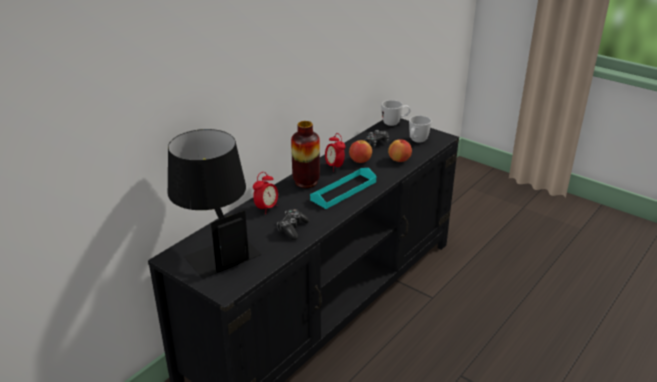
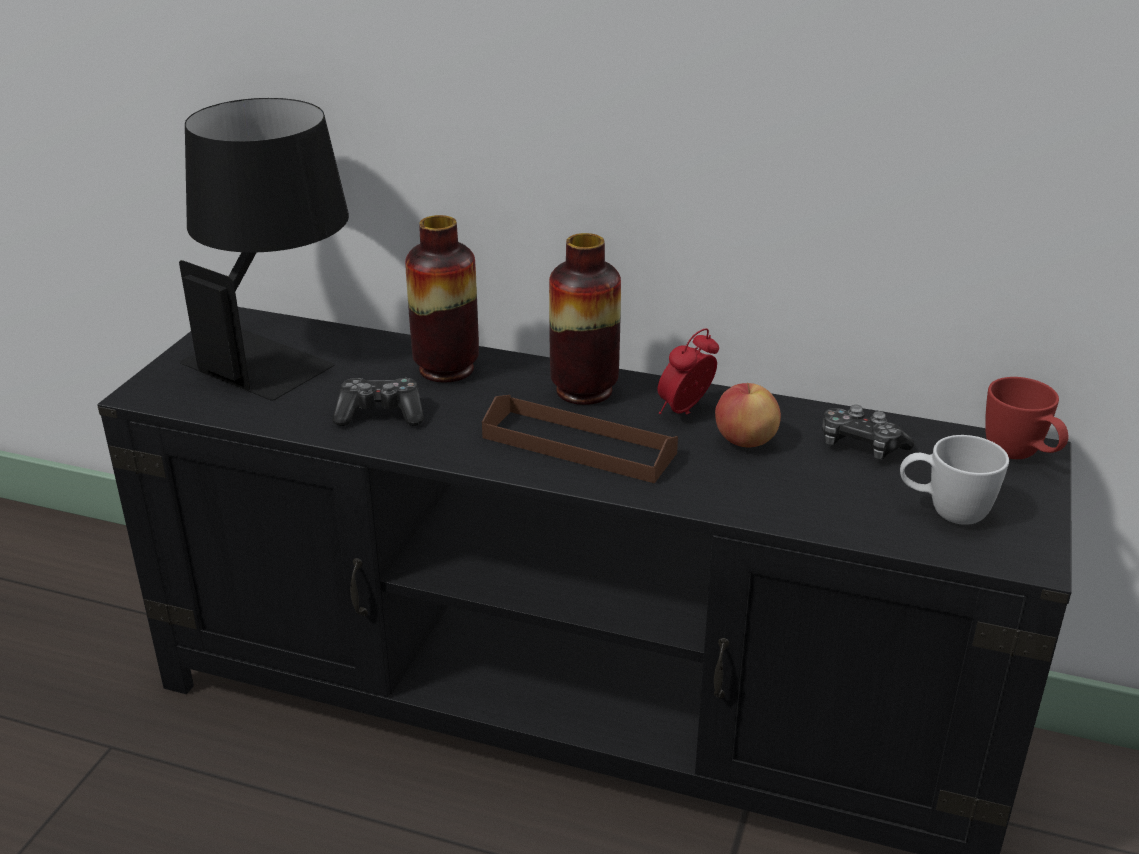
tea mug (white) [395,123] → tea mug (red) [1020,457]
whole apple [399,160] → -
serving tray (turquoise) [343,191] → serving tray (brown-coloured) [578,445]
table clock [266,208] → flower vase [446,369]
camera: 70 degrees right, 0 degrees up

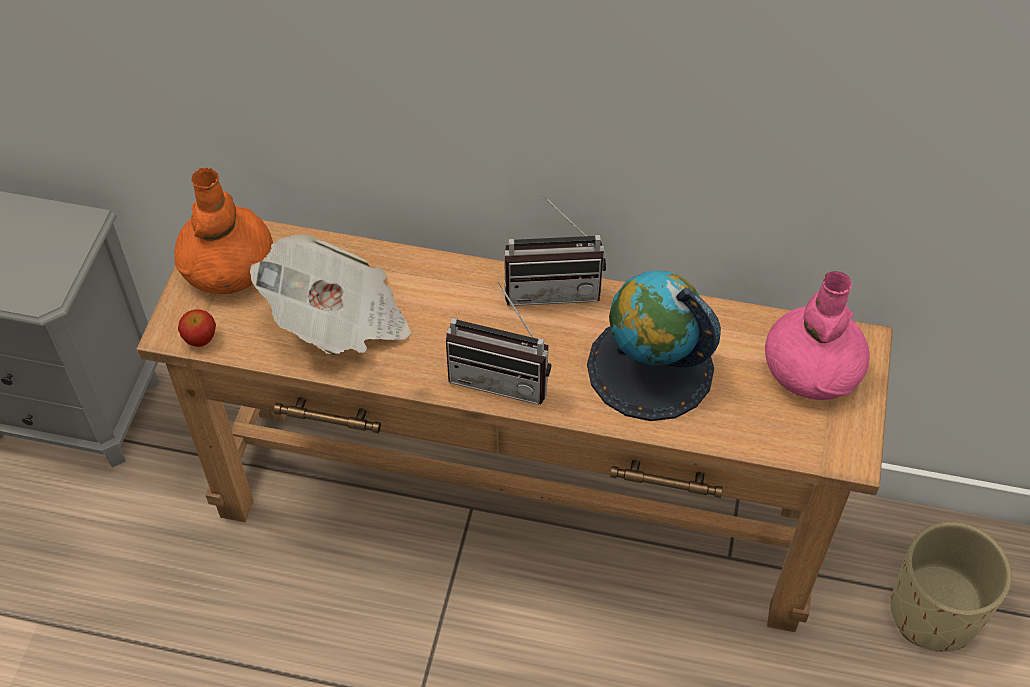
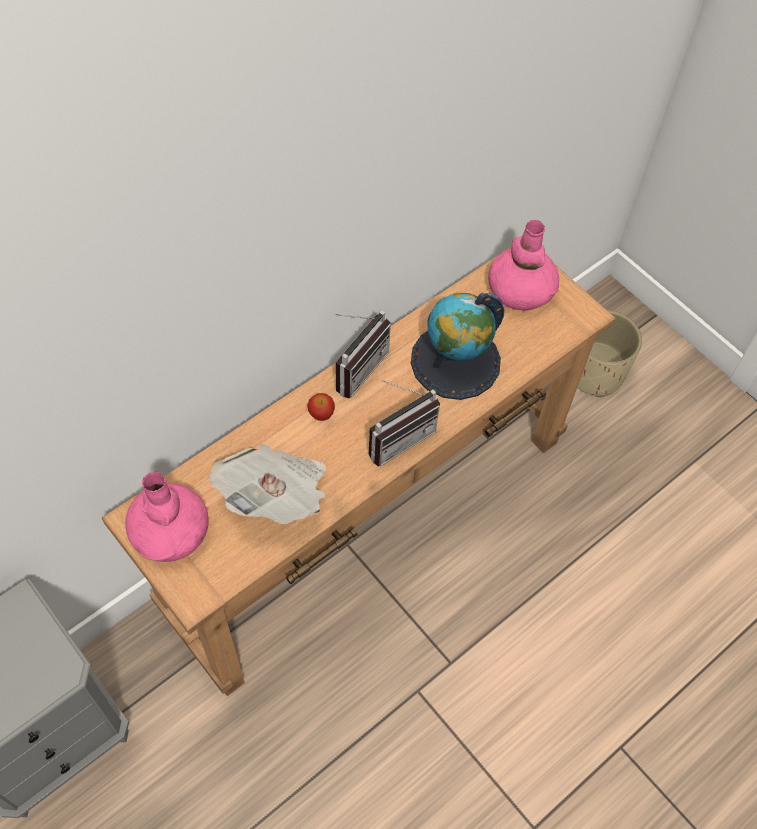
flower vase (orange) [228,267] → flower vase (pinkish) [170,531]
whole apple [200,339] → whole apple [321,414], moved
camera: 55 degrees left, 5 degrees up

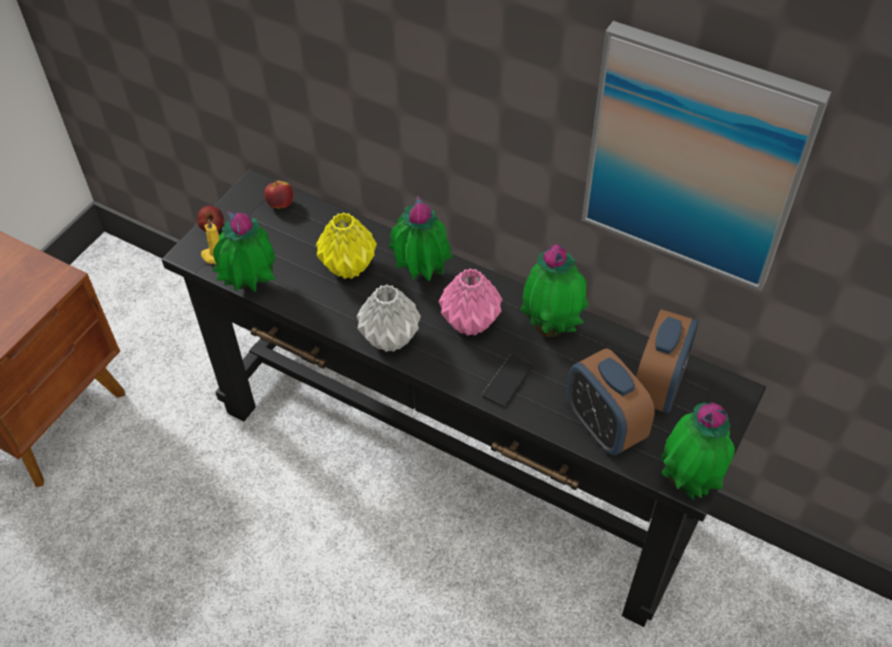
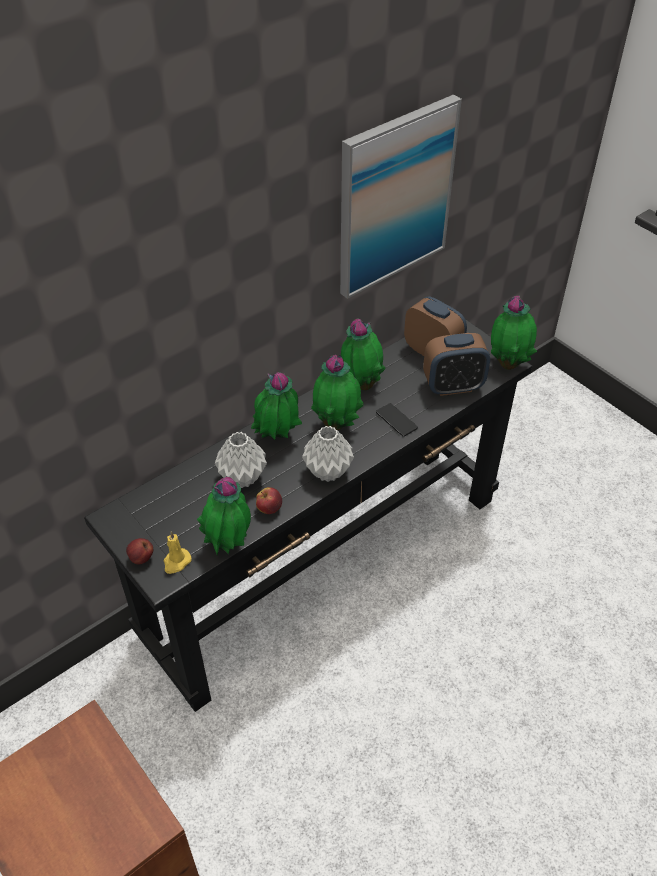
whole apple [280,204] → whole apple [269,509], moved
flower vase (yellow) [348,268] → flower vase (gray) [243,478]
flower vase (pinkish) [470,324] → potted plant [337,424]
camera: 70 degrees left, 5 degrees down

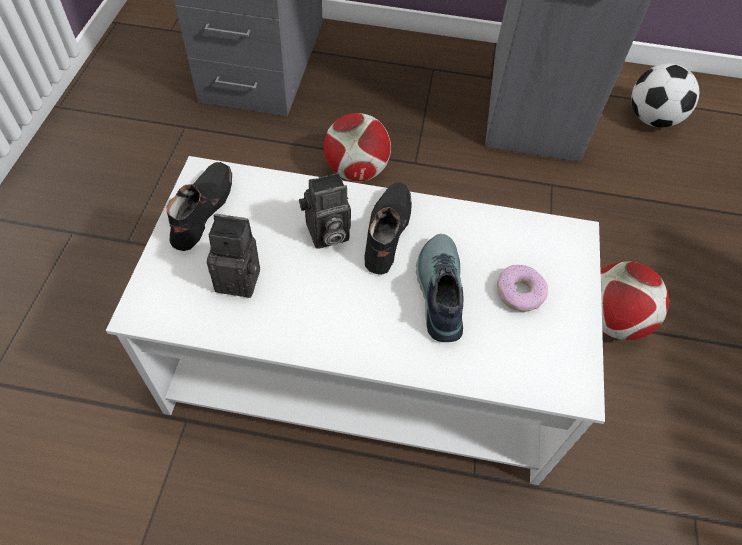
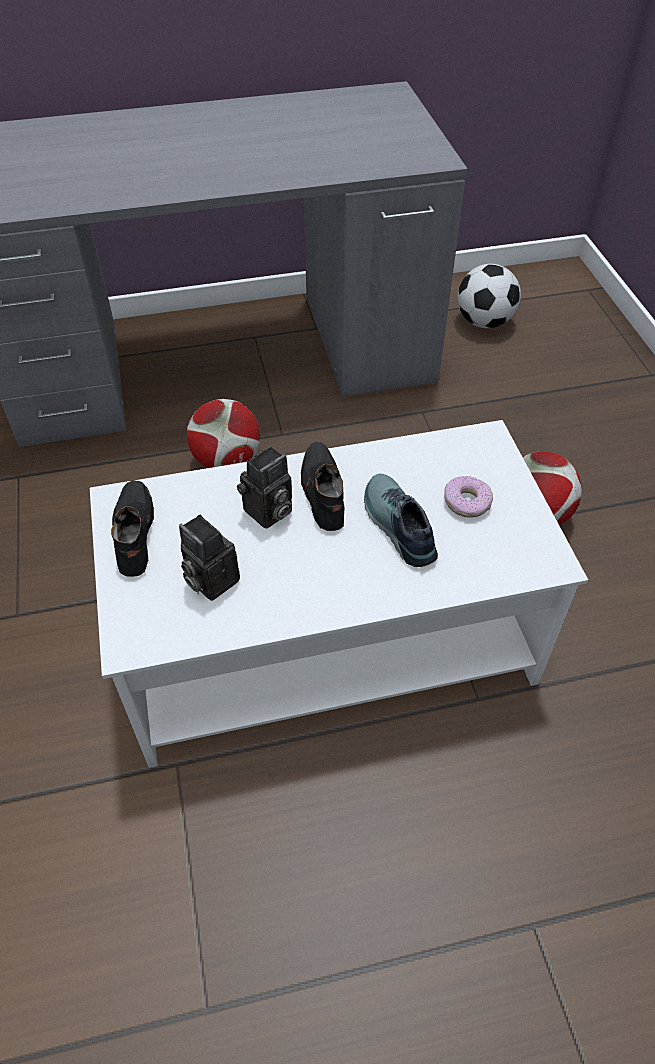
still camera [241,278] → still camera [209,580], 120 degrees counterclockwise
camera: 20 degrees left, 5 degrees down

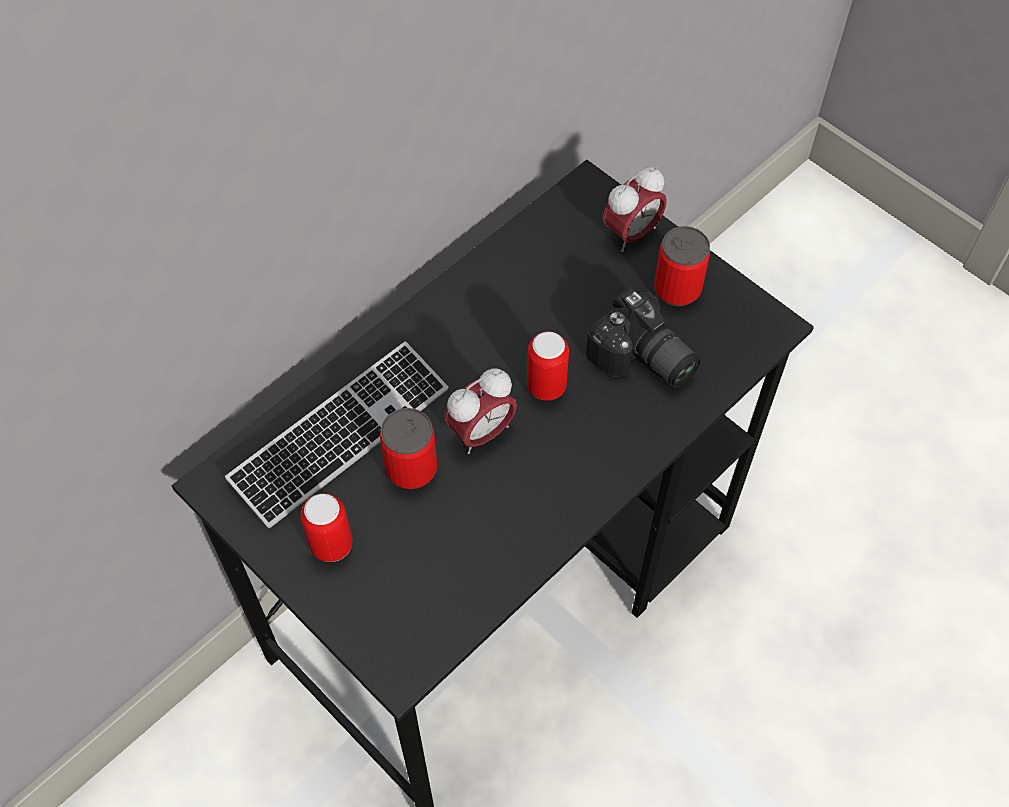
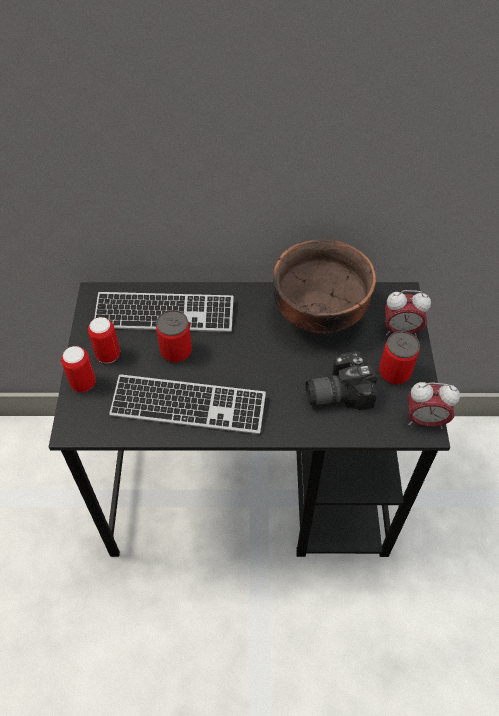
still camera [642,360] → still camera [336,391], 75 degrees clockwise
metal can [546,387] → metal can [83,383], moved
table clock [481,433] → table clock [425,420], moved
- → serving bowl (brown-coloured) [318,313]
- → keyboard [188,406]
camera: 45 degrees right, 5 degrees down

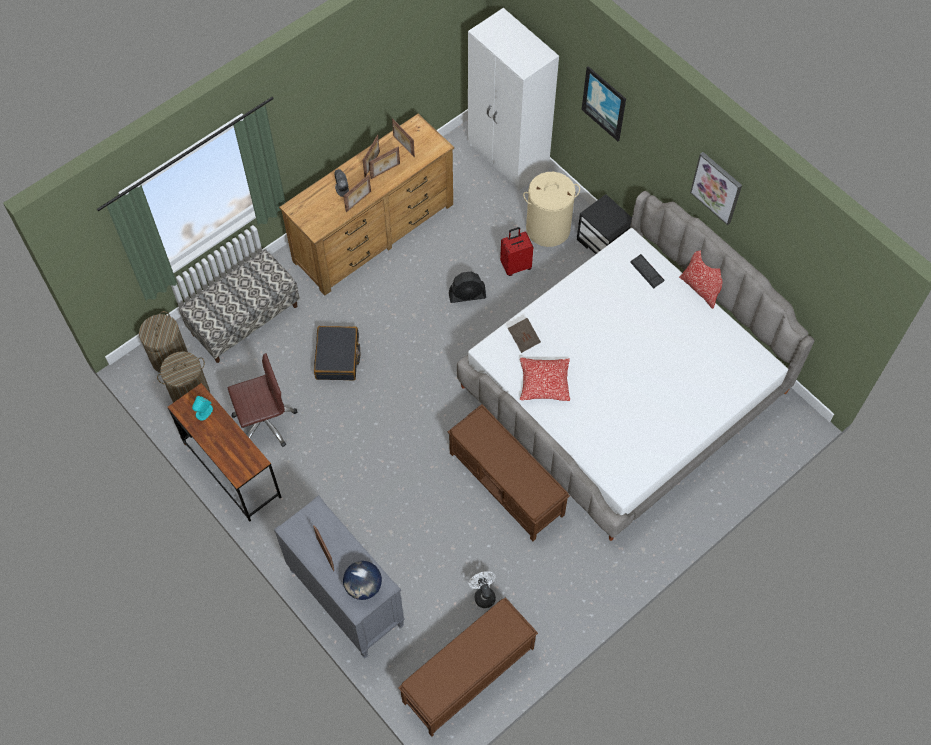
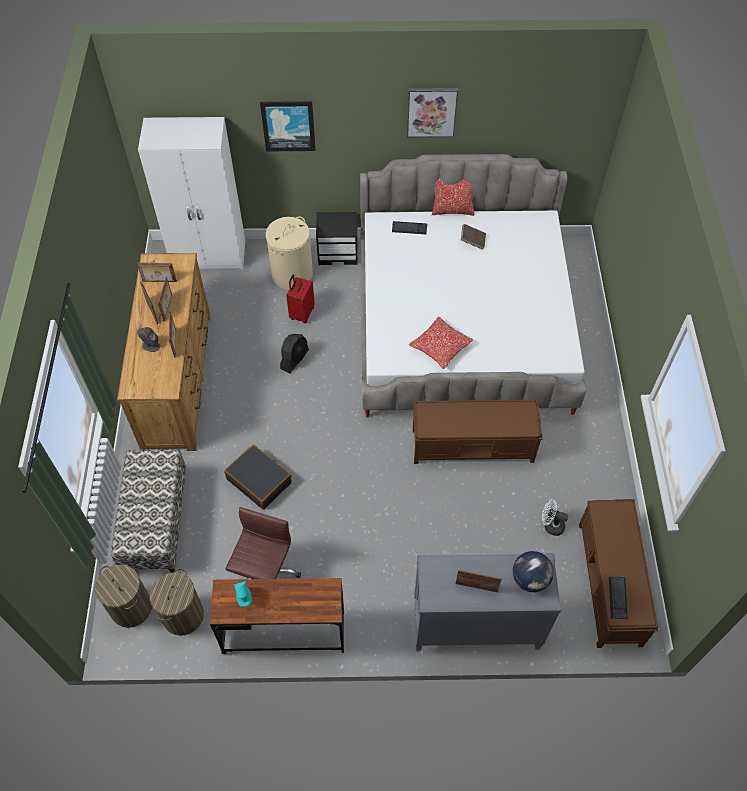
bound book (brown-coloured) [524,339] → bound book (brown-coloured) [472,241], moved
- → keyboard [617,598]
camera: 50 degrees left, 5 degrees down

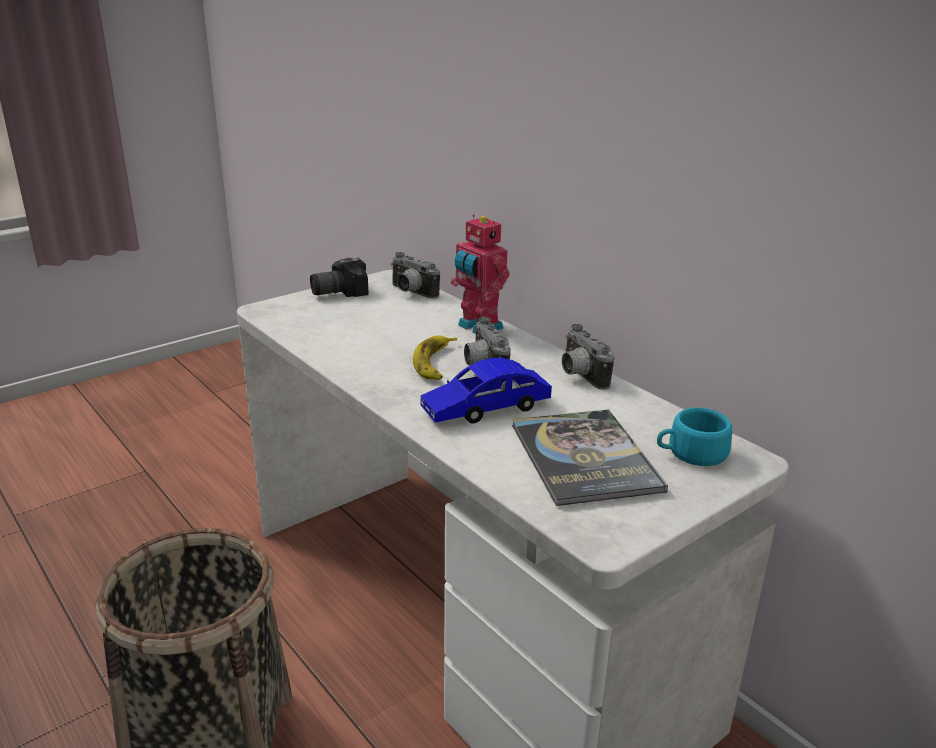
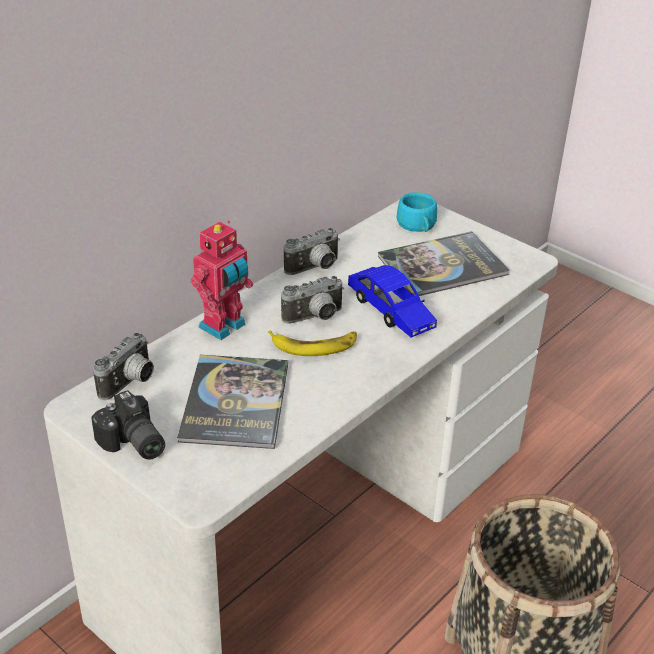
- → bound book [235,402]
camera: 100 degrees left, 10 degrees up

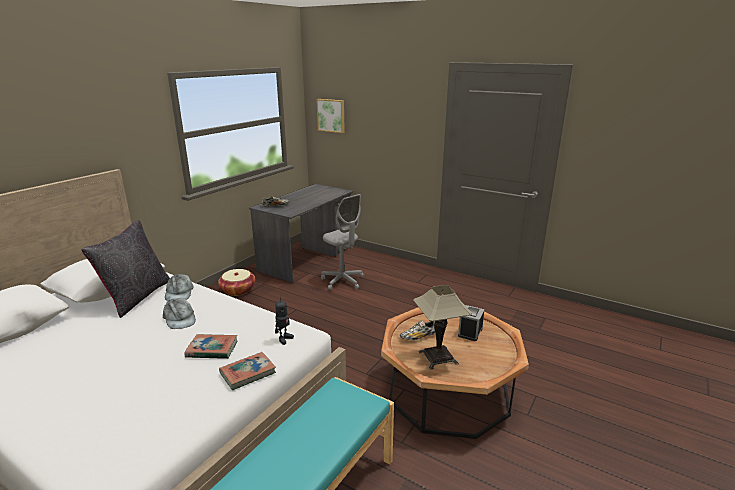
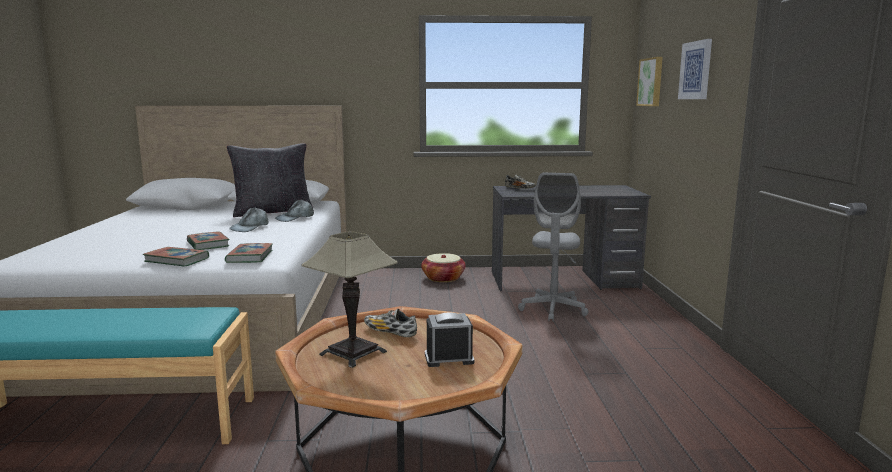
model robot [284,339] → bound book [250,257]
- → wall picture [696,70]
camera: 55 degrees right, 10 degrees down

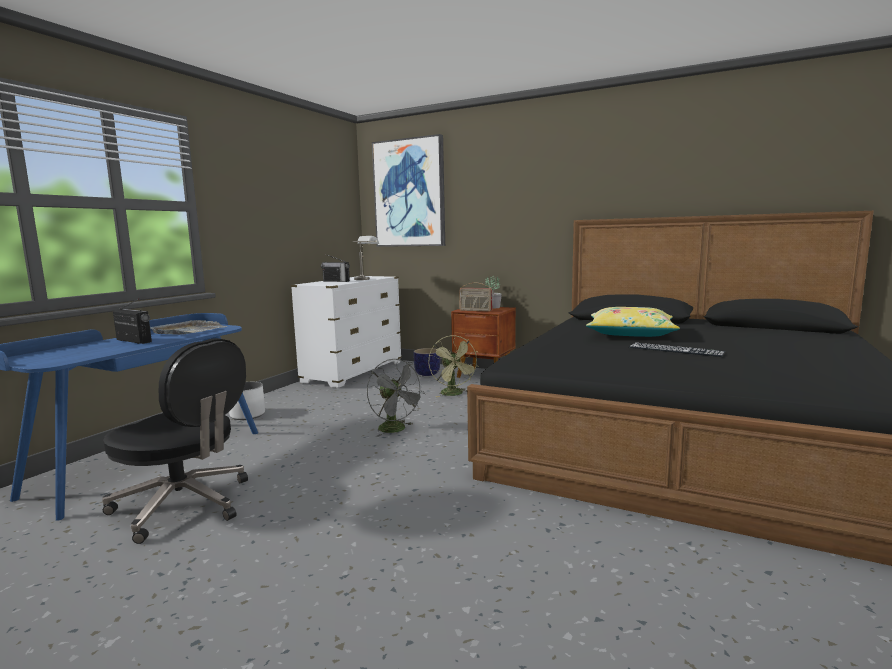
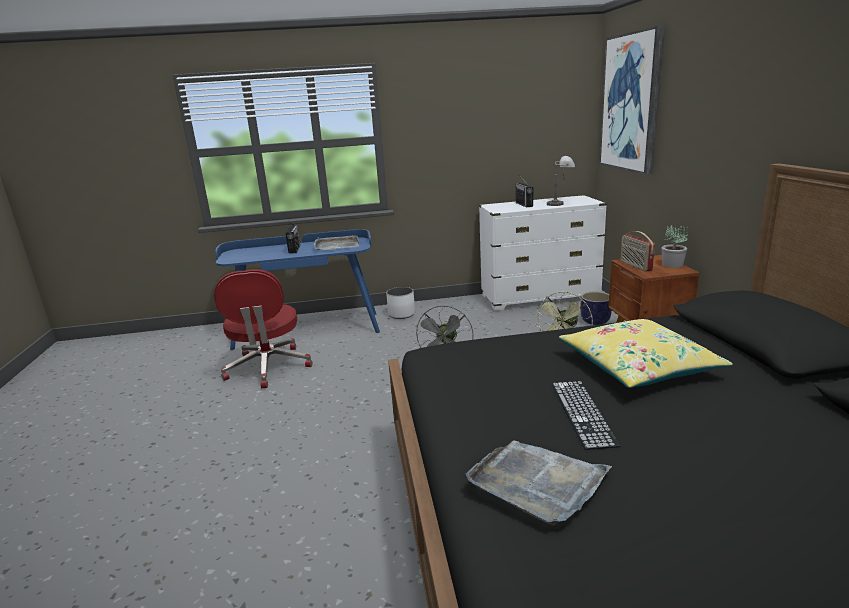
desk chair (blackish) [185,505] → desk chair (red) [268,368]
- → serving tray (gray) [537,483]
camera: 55 degrees right, 10 degrees up

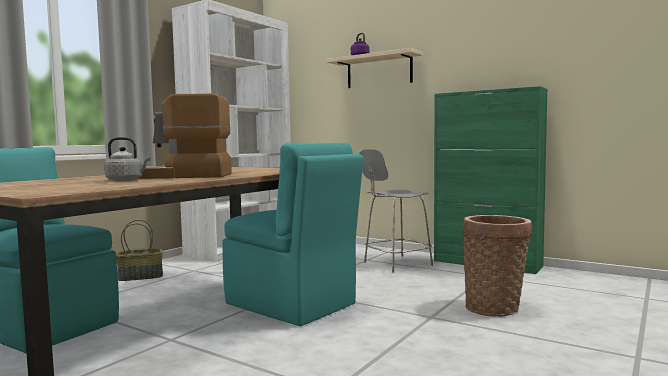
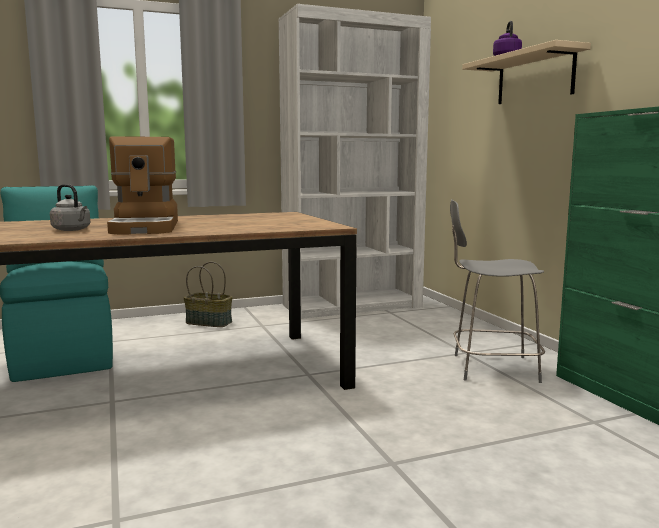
coffee machine [184,176] → coffee machine [147,227], 135 degrees counterclockwise
upright chair (turquoise) [292,305] → -
basket [495,308] → -
camera: 35 degrees right, 5 degrees up

